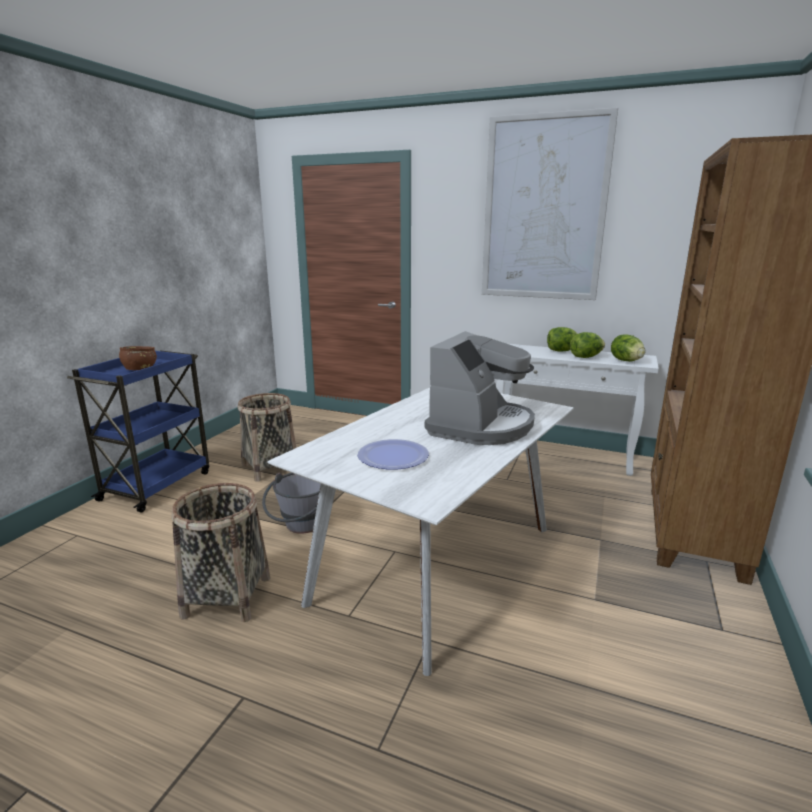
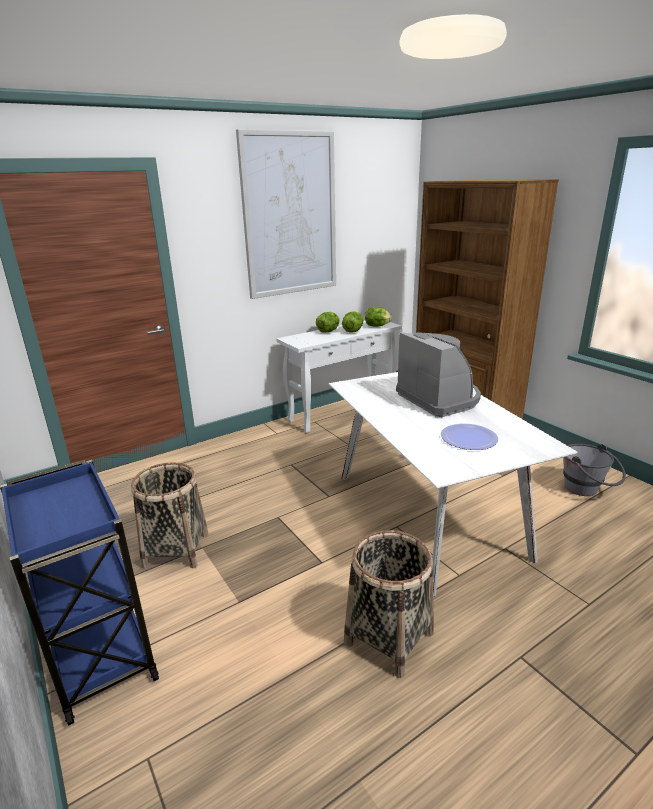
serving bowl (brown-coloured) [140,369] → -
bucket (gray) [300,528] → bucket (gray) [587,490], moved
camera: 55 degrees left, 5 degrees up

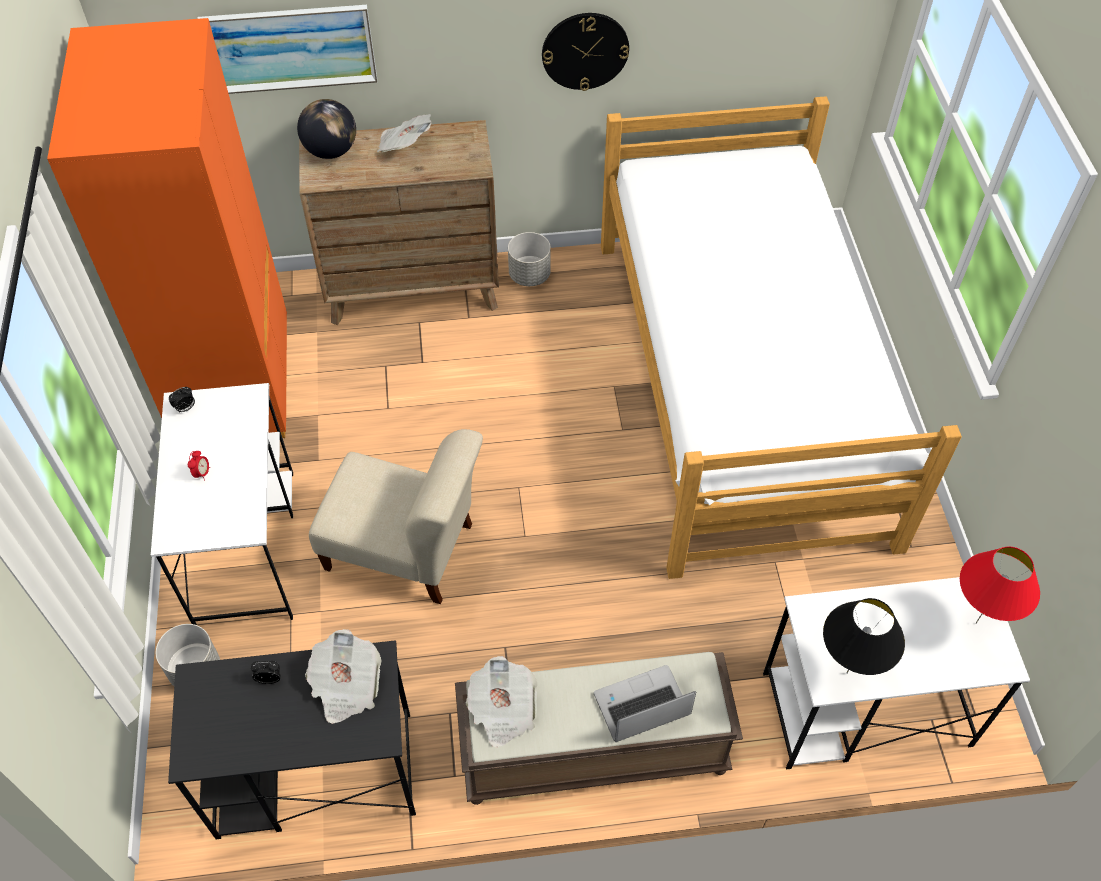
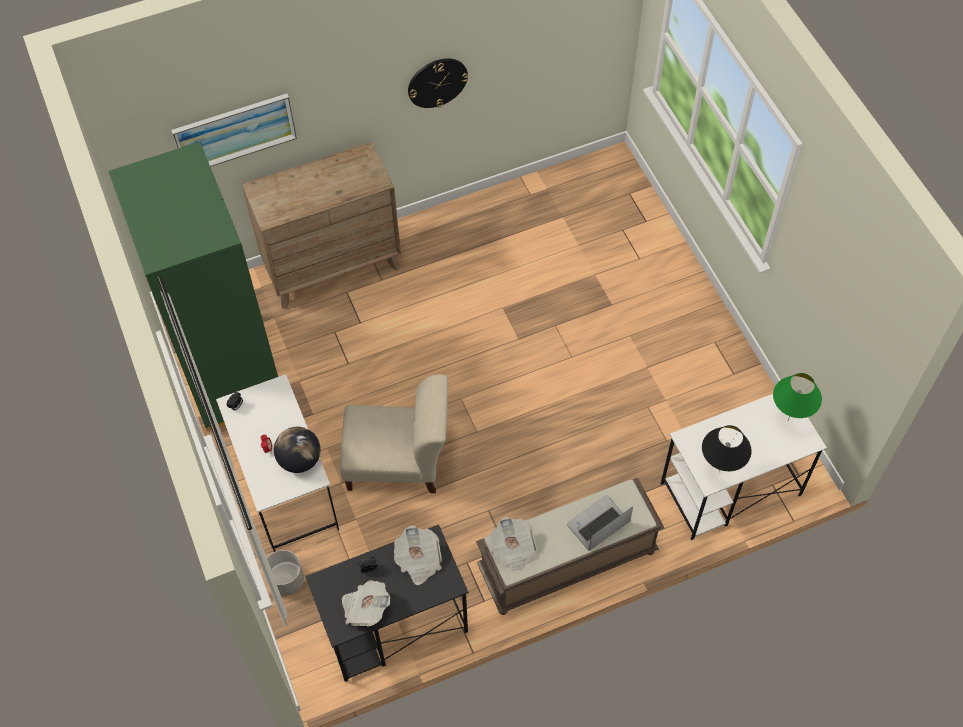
clothes cupboard (orange) [235,384] → clothes cupboard (green-coloured) [229,372]
sleeping bed [740,385] → -
globe [331,151] → globe [300,459], moved
newspaper [404,145] → newspaper [365,608], moved
plant pot (gray) [529,275] → -
table lamp (red) [976,623] → table lamp (green-coloured) [788,421]
camera: 15 degrees left, 5 degrees up

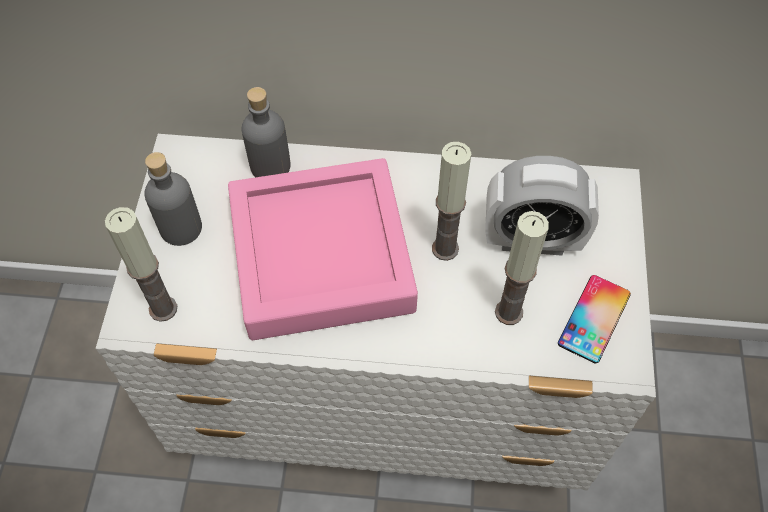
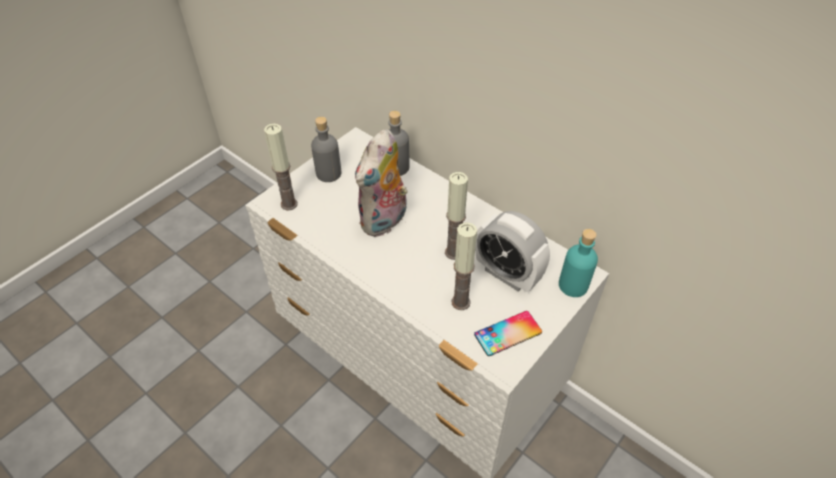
serving tray (pinkish) [321,256] → cuddly toy [385,221]
- → drink bottle (turquoise) [573,285]
camera: 35 degrees right, 10 degrees down

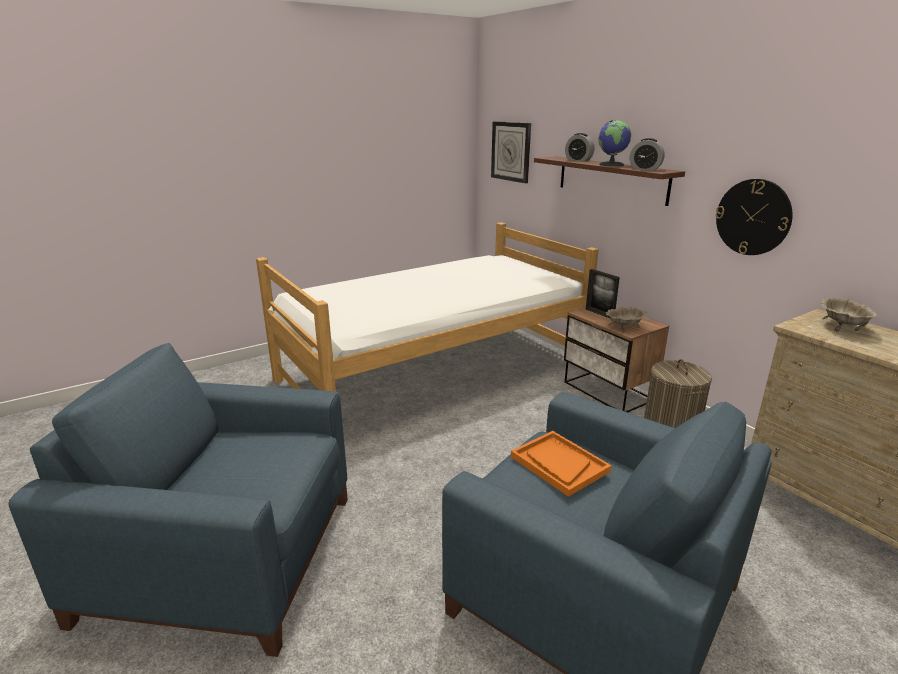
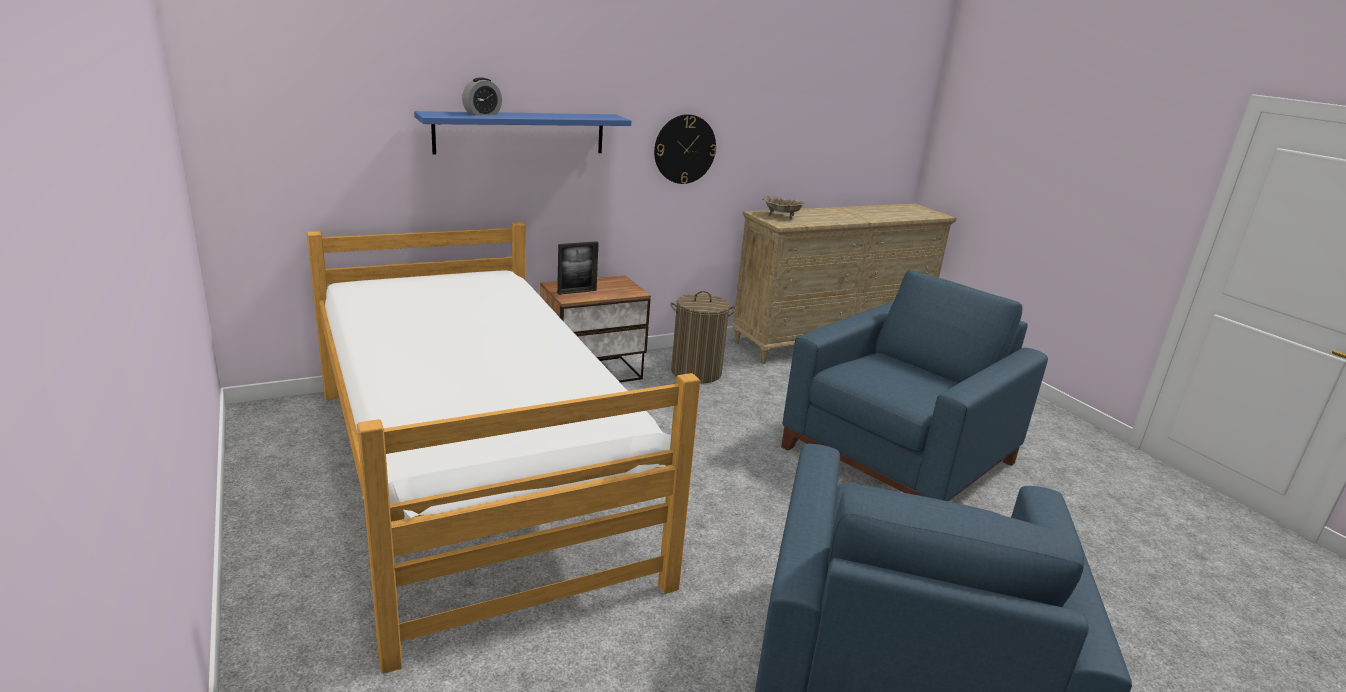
globe [611,164] → -
hanging clock [511,151] → -
table clock [645,169] → -
shelf (brown-coloured) [611,179] → shelf (bluish) [520,133]
serving bowl (beige-coloured) [624,327] → -
serving tray (orange) [559,464] → -
camera: 85 degrees left, 0 degrees up

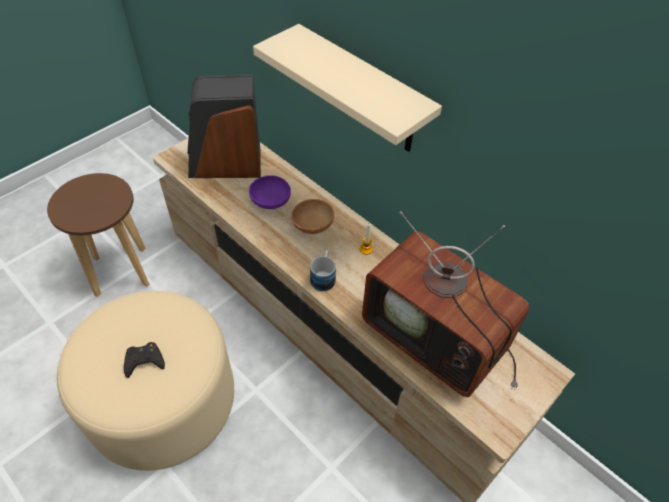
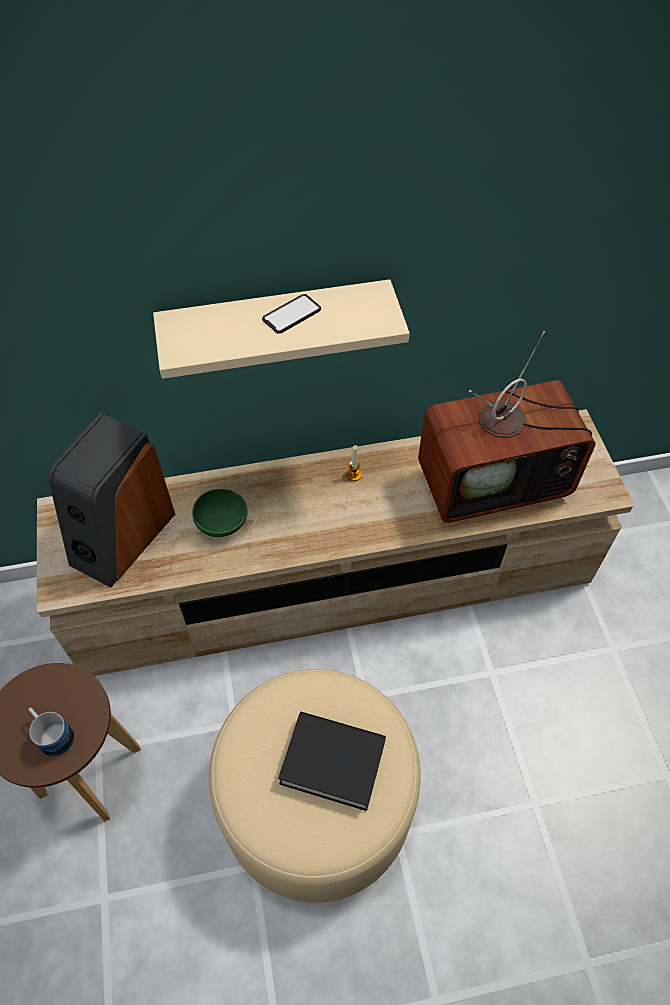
serving bowl (purple) [271,202] → serving bowl (green-coloured) [223,523]
serving bowl (brown-coloured) [312,225] → -
tea mug [324,277] → tea mug [52,734], moved
gamepad (blackish) [144,361] → bound book (blackish) [333,762]
- → handset [291,314]
camera: 55 degrees left, 5 degrees up

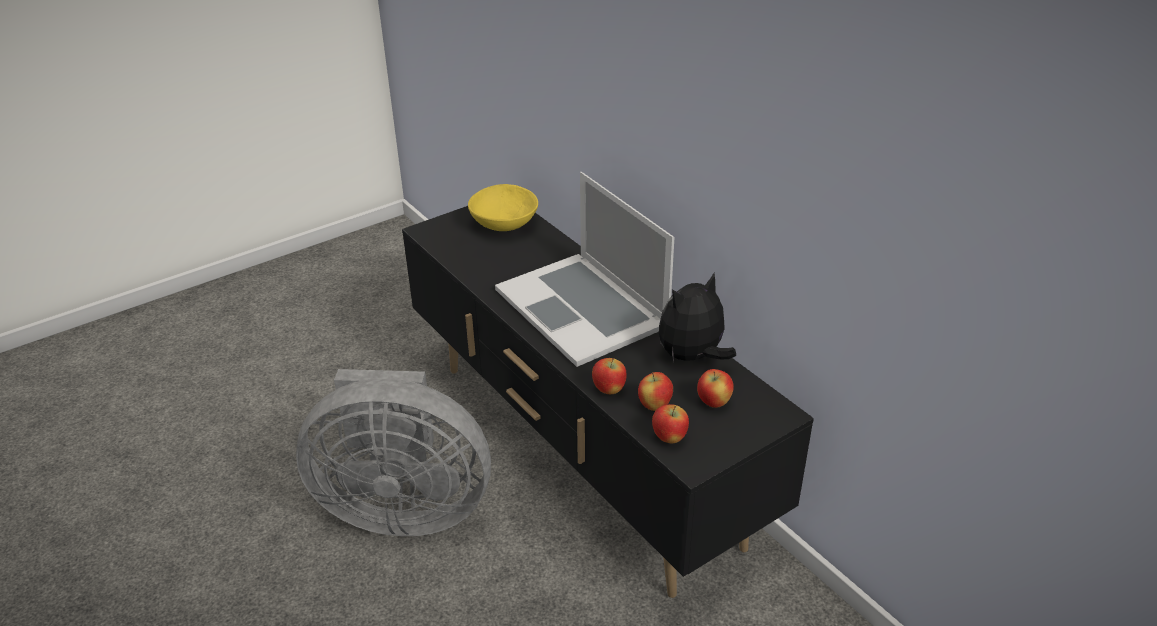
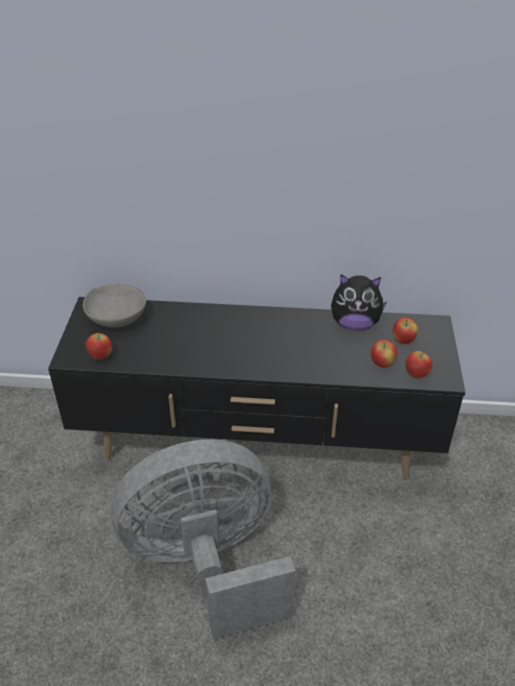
notebook computer [582,307] → -
serving bowl (yellow) [503,224] → serving bowl (gray) [116,319]
cuddly toy [692,357] → cuddly toy [354,324], 90 degrees counterclockwise
whole apple [609,390] → whole apple [100,356], moved
cooling fan (gray) [403,507] → cooling fan (gray) [207,564], 150 degrees counterclockwise
camera: 50 degrees left, 5 degrees up

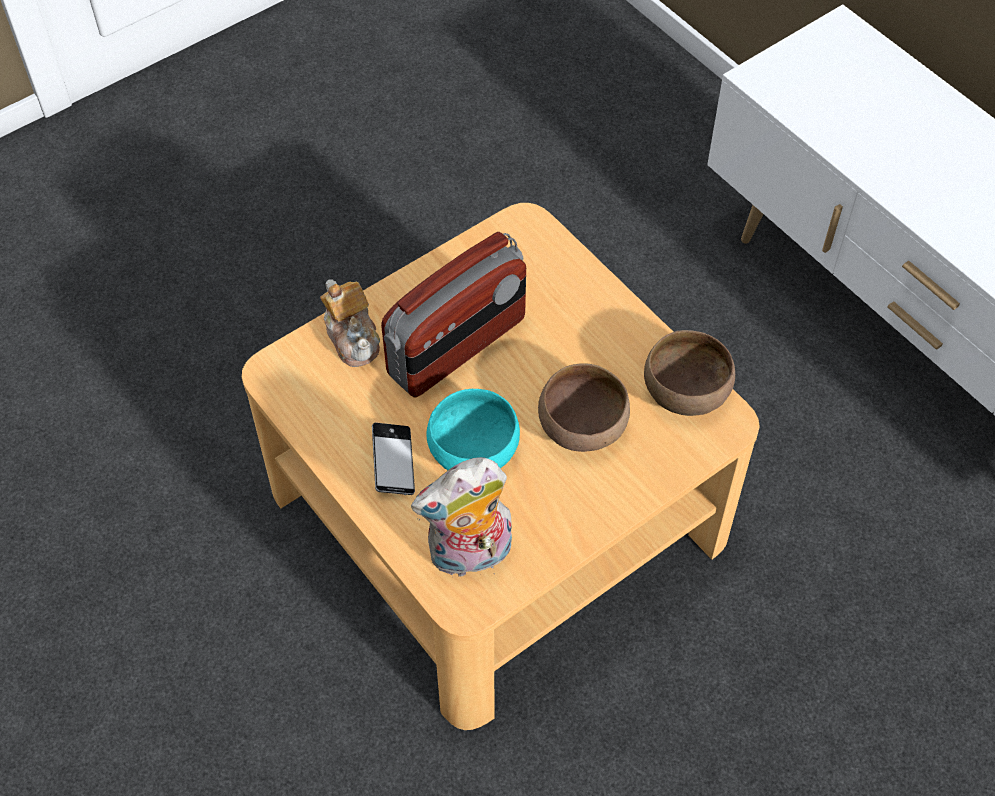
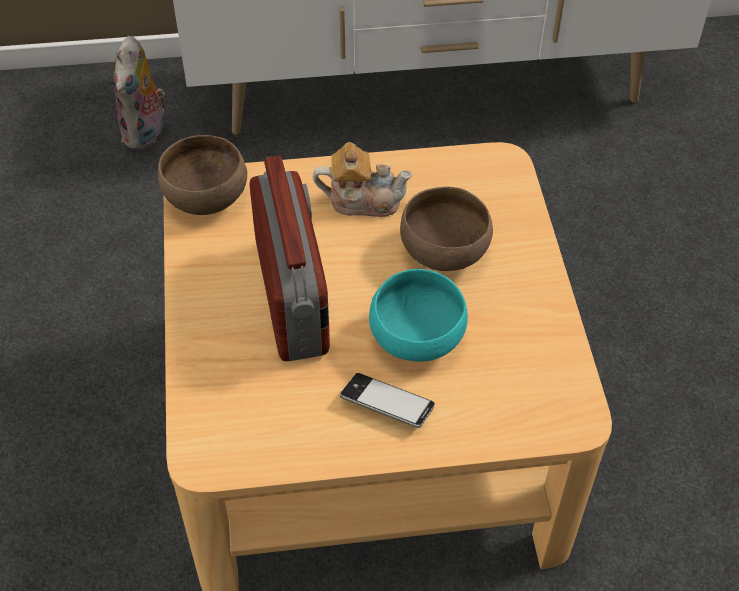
teapot [353,337] → teapot [363,200], moved
serving bowl (brown-coloured) [686,391] → serving bowl (brown-coloured) [204,196], moved
cuddly toy [470,556] → cuddly toy [146,134], moved
camera: 60 degrees left, 5 degrees down

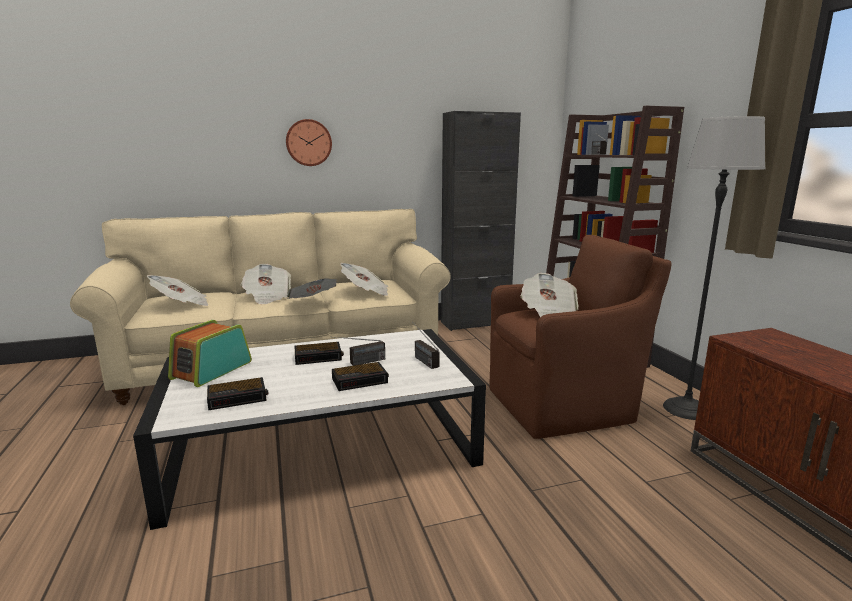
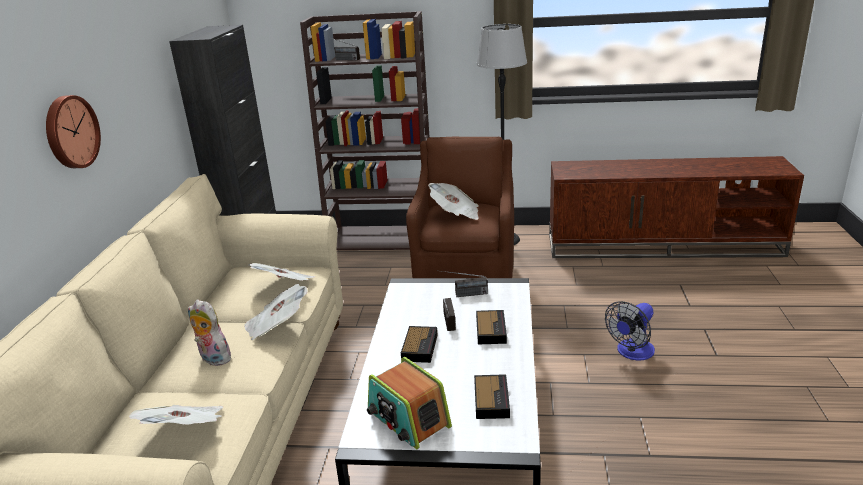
newspaper [267,297] → cuddly toy [213,359]
- → cooling fan [632,353]
camera: 65 degrees left, 10 degrees up

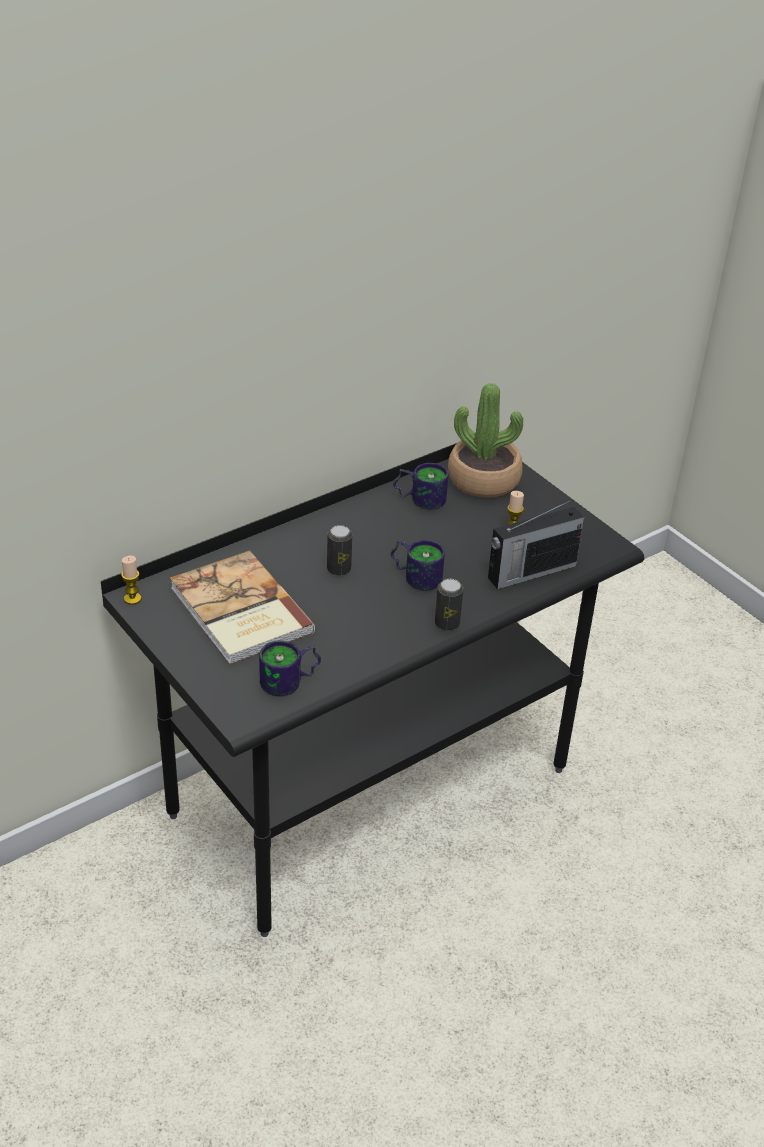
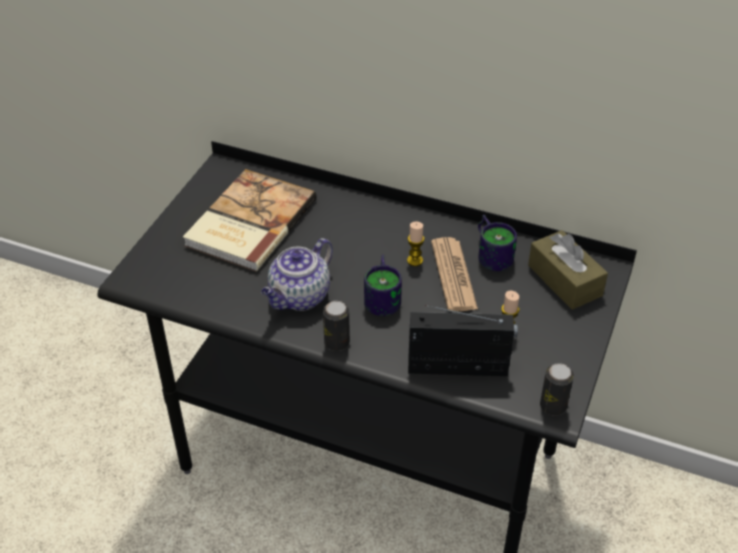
potted plant [484,479] → tissue box (brown-coloured) [564,280]
radio receiver [530,572] → radio receiver [459,367], 150 degrees clockwise
metal can [339,569] → metal can [553,406], moved
candle [132,599] → candle [415,260], moved
tea mug [291,682] → -
- → newspaper [453,275]
- → teapot [299,297]
camera: 60 degrees right, 5 degrees up

